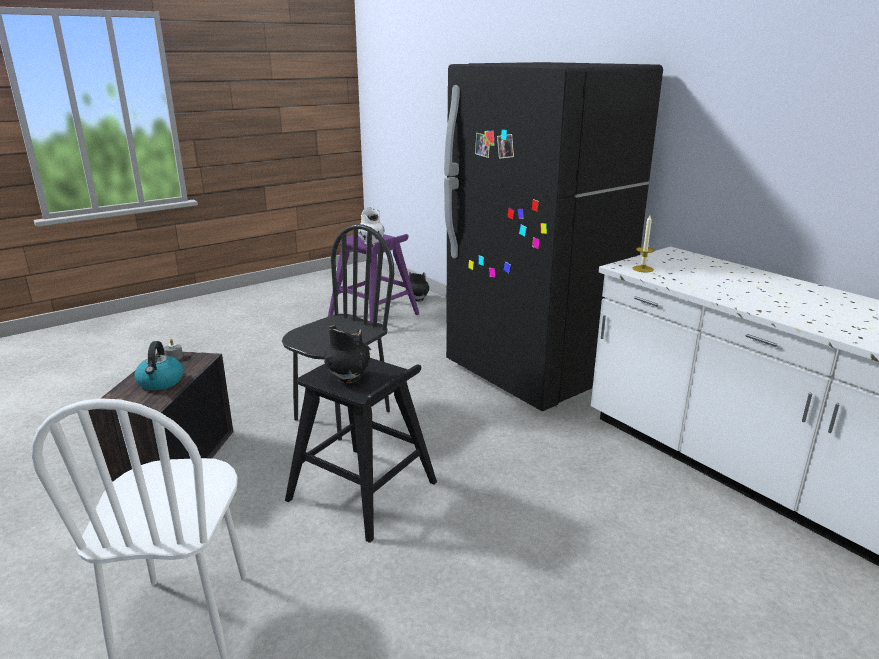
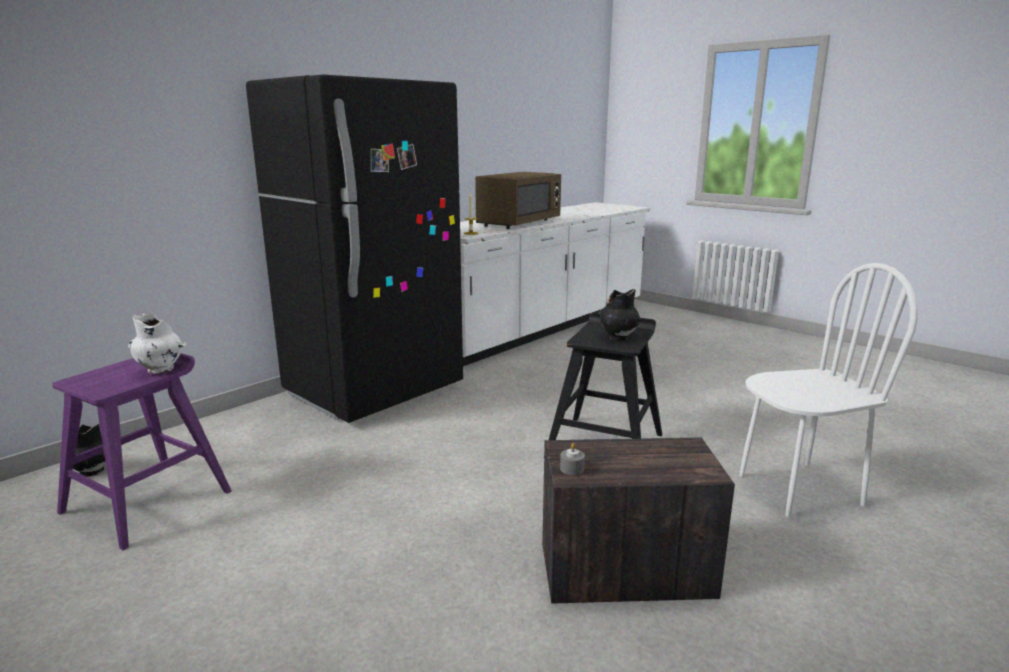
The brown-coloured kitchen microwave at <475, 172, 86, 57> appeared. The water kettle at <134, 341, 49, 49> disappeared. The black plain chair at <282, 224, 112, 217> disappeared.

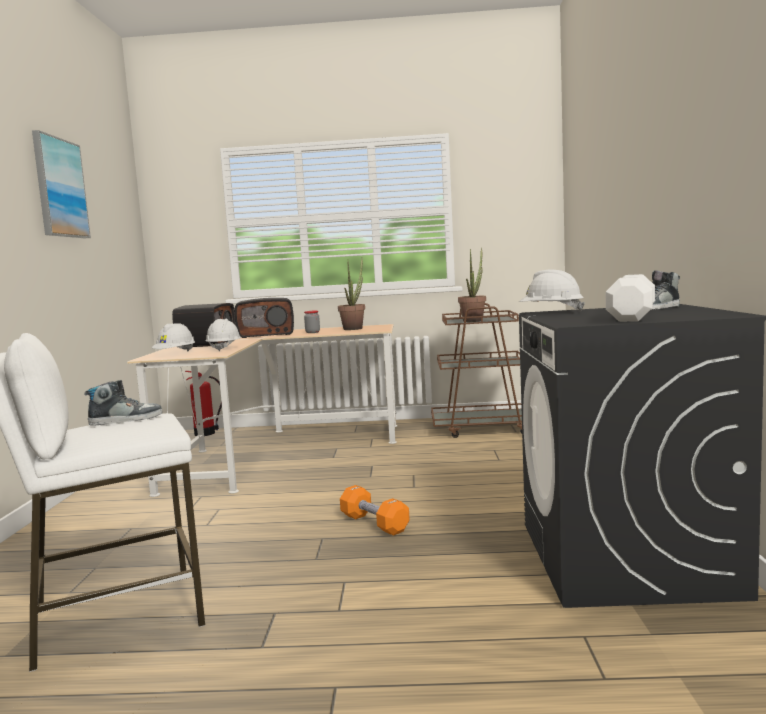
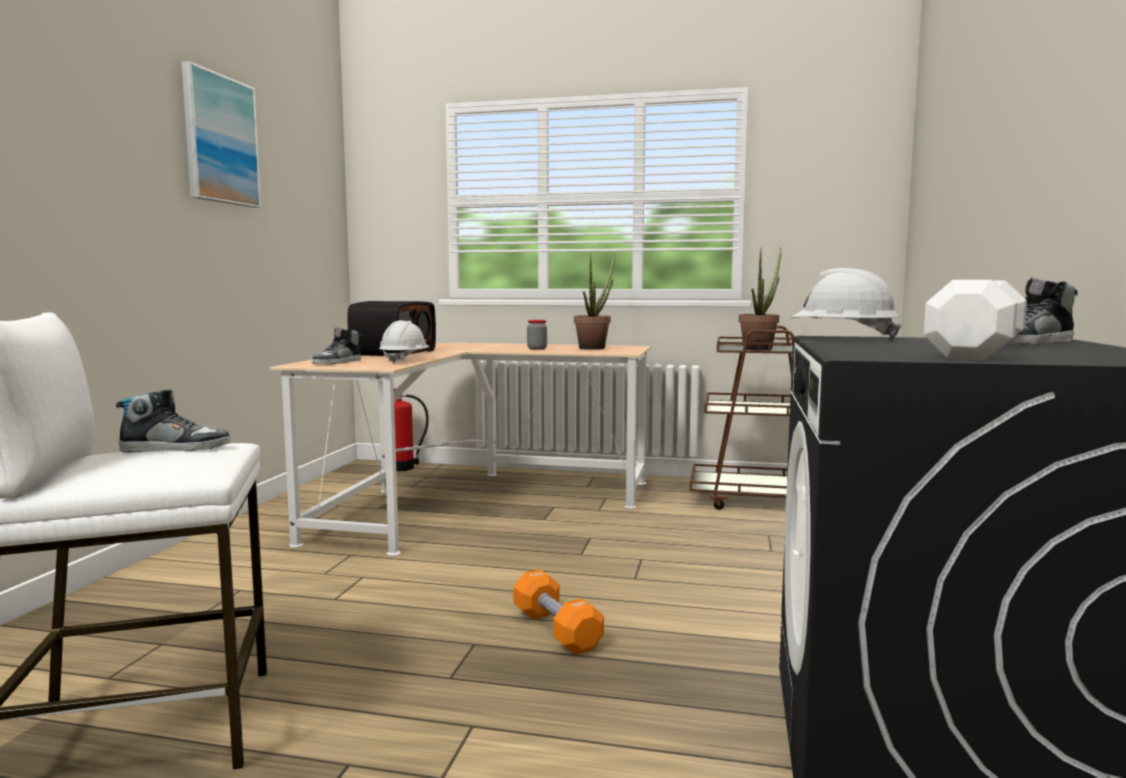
The whitish safety helmet at <152, 323, 43, 28> was replaced by the shoe at <312, 327, 49, 38>. The radio at <235, 298, 59, 40> disappeared.

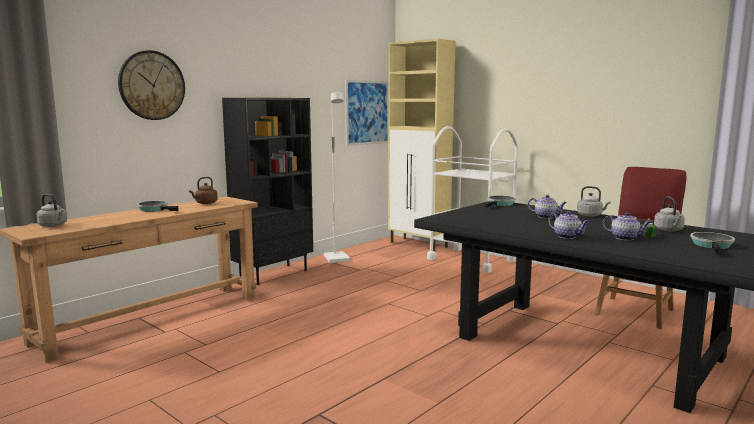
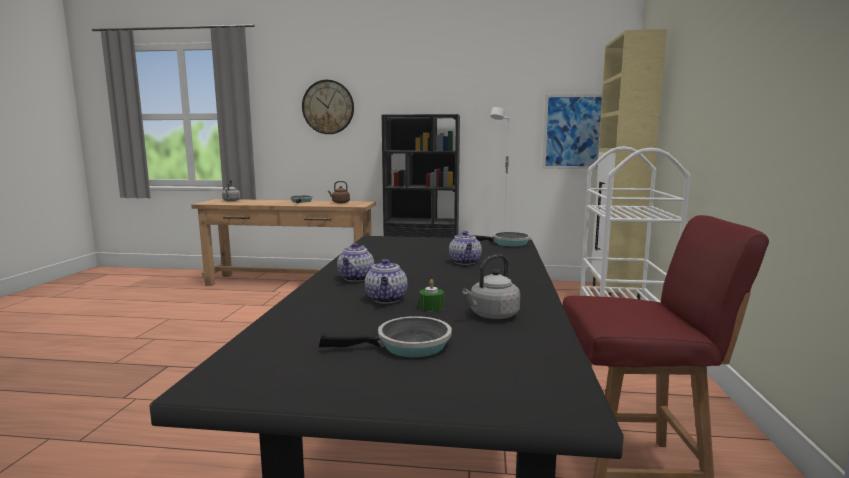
The grey water kettle at <577, 186, 34, 31> disappeared.

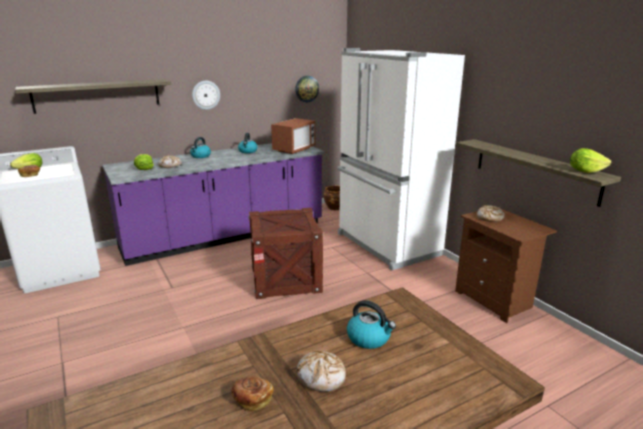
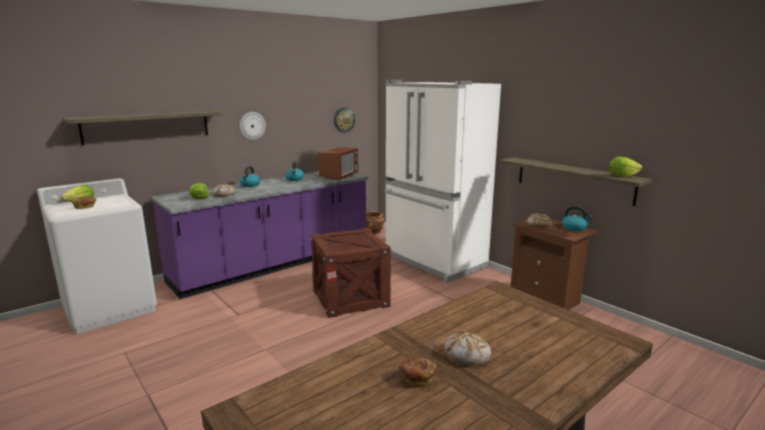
The water kettle moved from <347, 300, 49, 49> to <562, 206, 30, 25>.

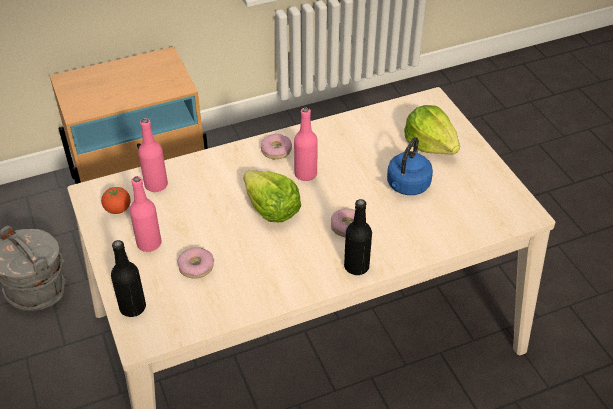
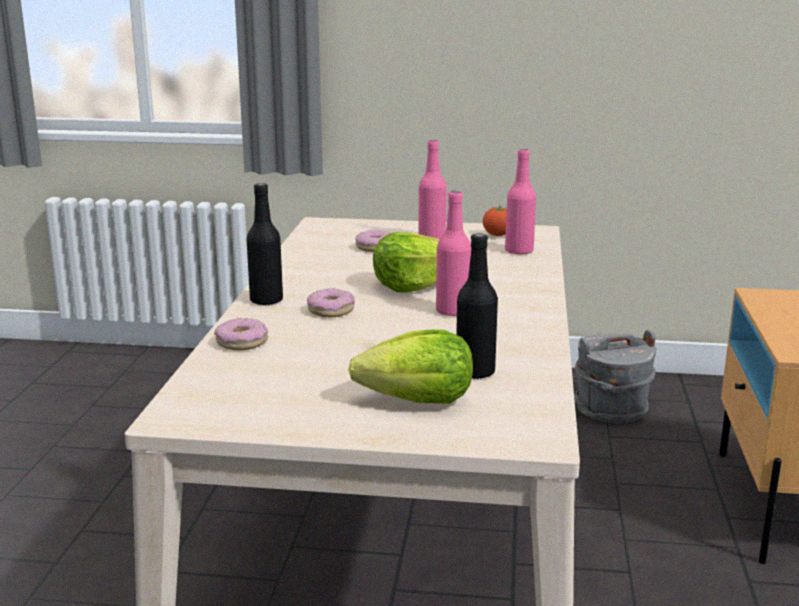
The ring doughnut moved from <261, 134, 31, 25> to <214, 318, 54, 32>. The black beverage bottle moved from <111, 240, 35, 77> to <456, 233, 42, 146>. The blue water kettle at <387, 137, 46, 58> disappeared.

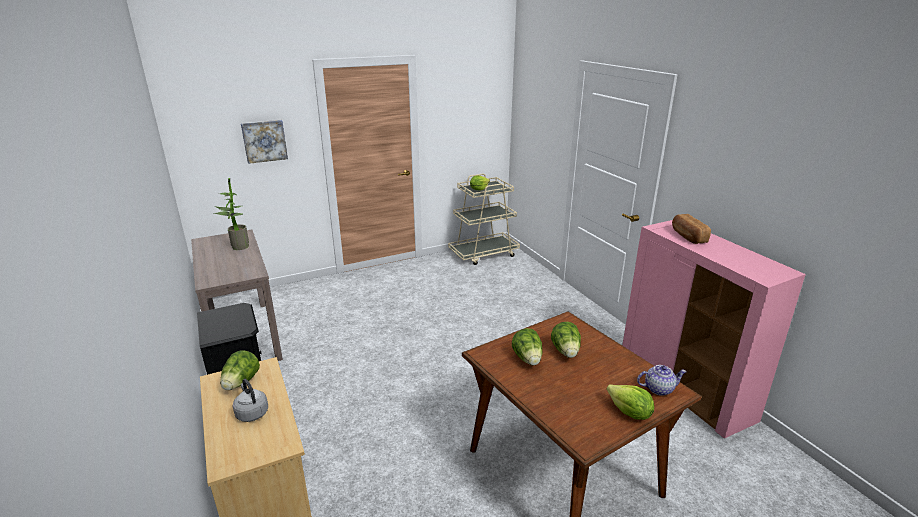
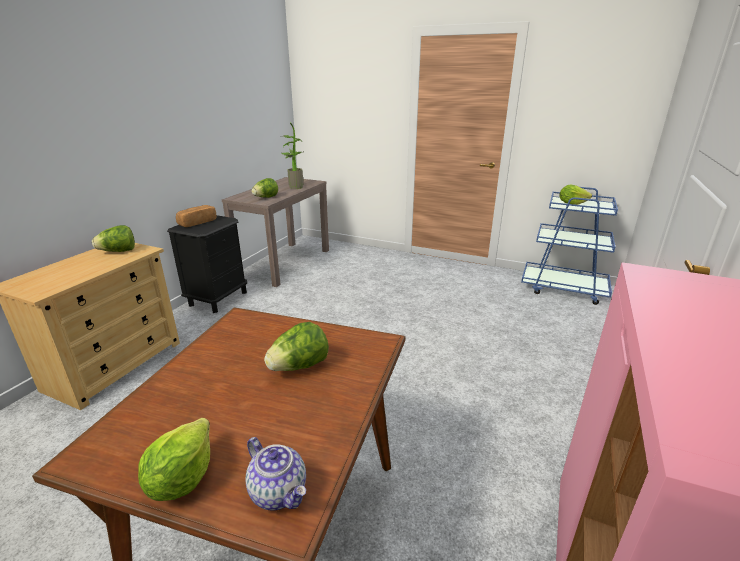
The baked bread moved from <672, 214, 39, 30> to <176, 205, 40, 22>. The head of lettuce moved from <512, 328, 30, 37> to <252, 178, 26, 20>. The beige cart at <448, 174, 72, 91> became the blue cart at <521, 187, 97, 118>. The grey water kettle at <233, 379, 35, 43> disappeared. The picture at <241, 120, 47, 44> disappeared.

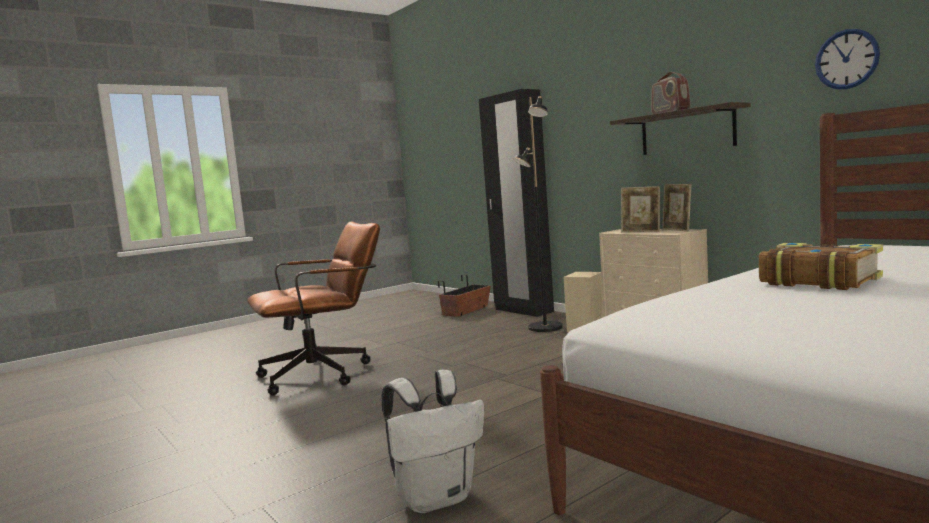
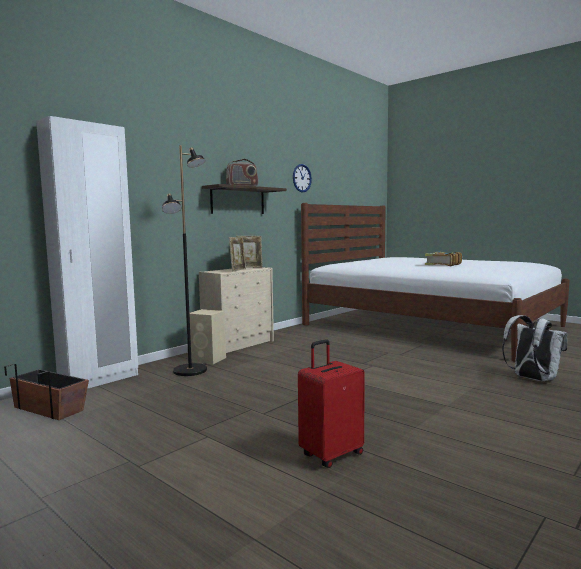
The black clothes cupboard at <479, 89, 75, 228> became the whitish clothes cupboard at <36, 116, 102, 273>. The brown-coloured desk chair at <247, 221, 133, 175> was replaced by the red piece of luggage at <298, 339, 67, 129>.

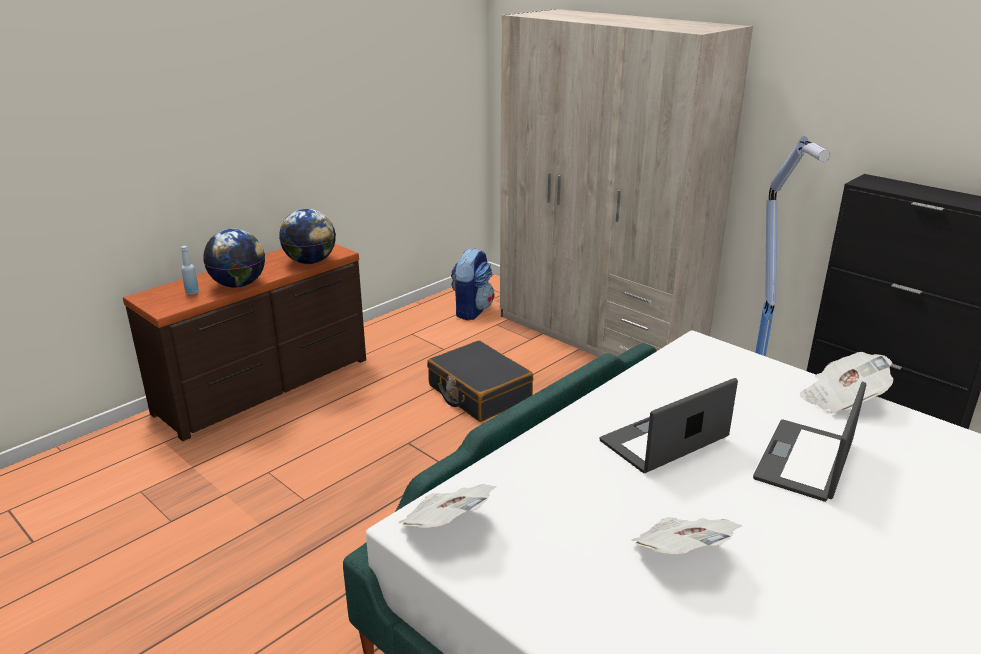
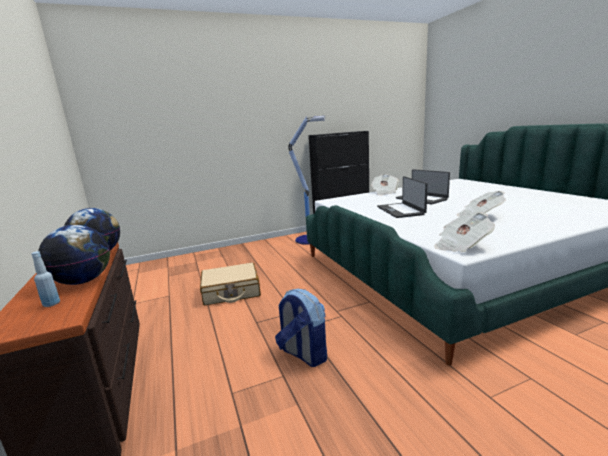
The black piece of luggage at <427, 340, 106, 82> became the beige piece of luggage at <200, 263, 61, 42>. The backpack moved from <451, 248, 43, 72> to <275, 289, 52, 78>. The beige clothes cupboard at <500, 9, 253, 348> disappeared.

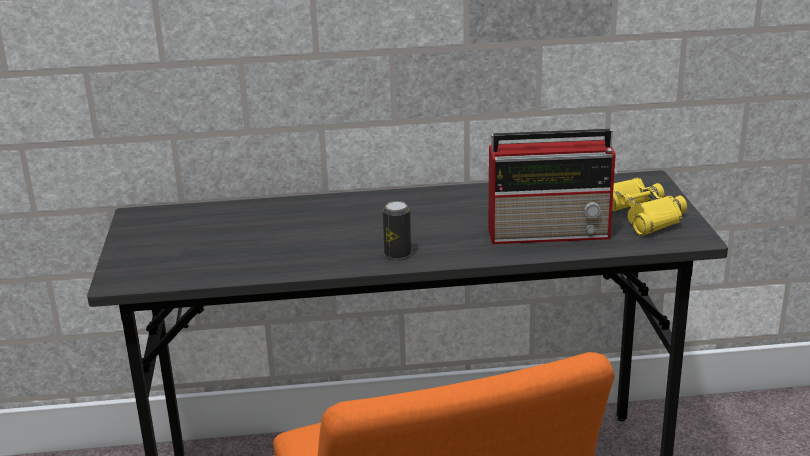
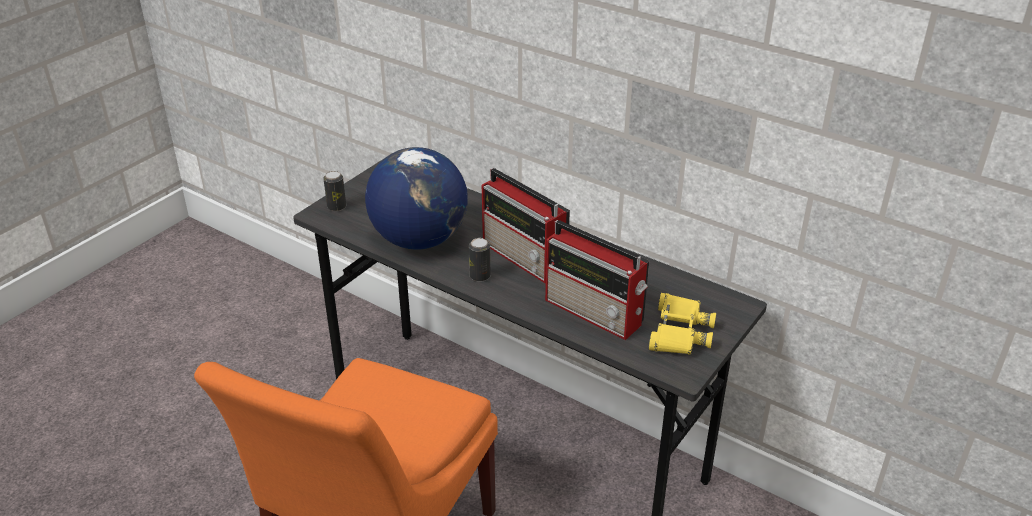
The metal can at <323, 171, 23, 40> appeared. The desk globe at <365, 147, 103, 103> appeared. The radio at <482, 168, 88, 116> appeared.

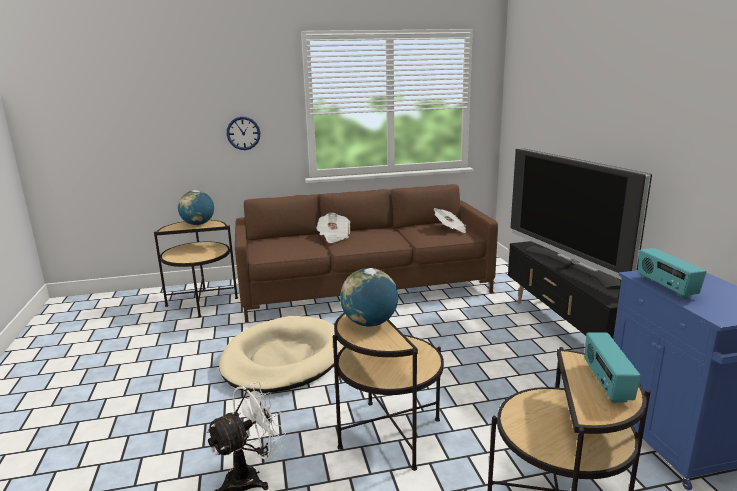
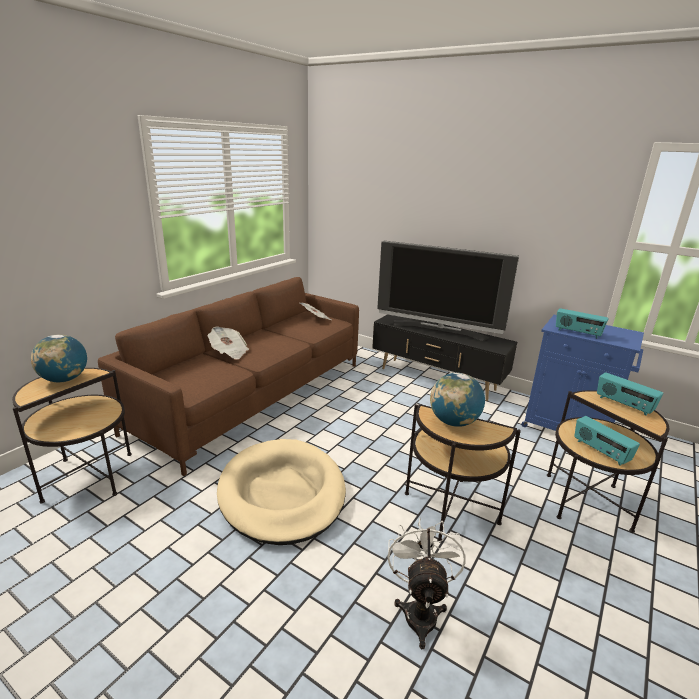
The radio at <574, 416, 66, 50> appeared. The wall clock at <227, 117, 33, 33> disappeared.

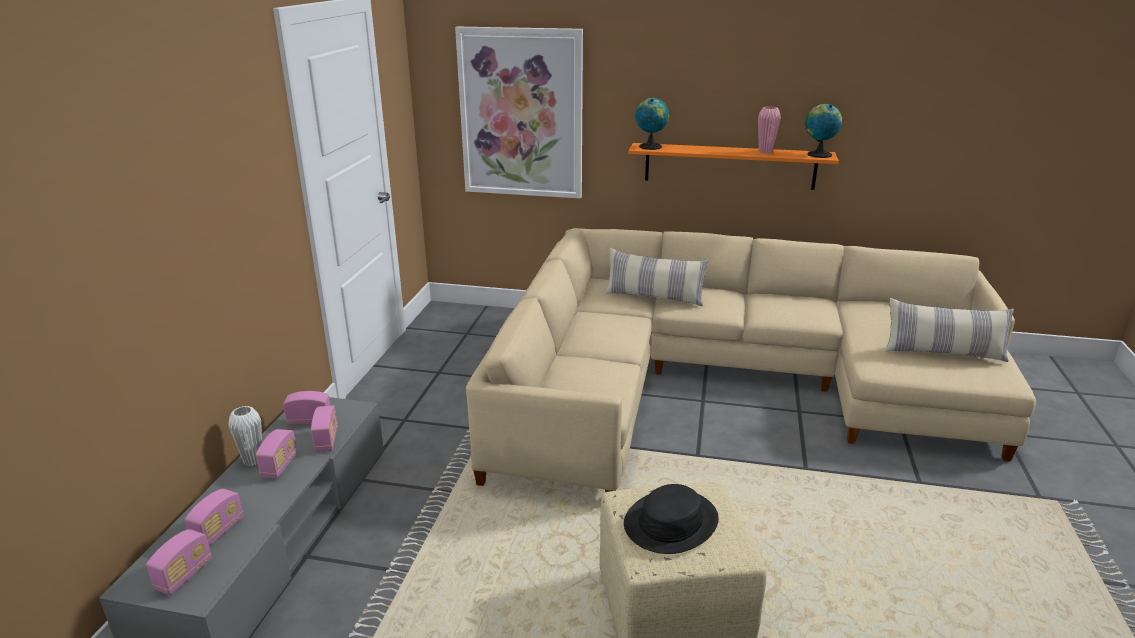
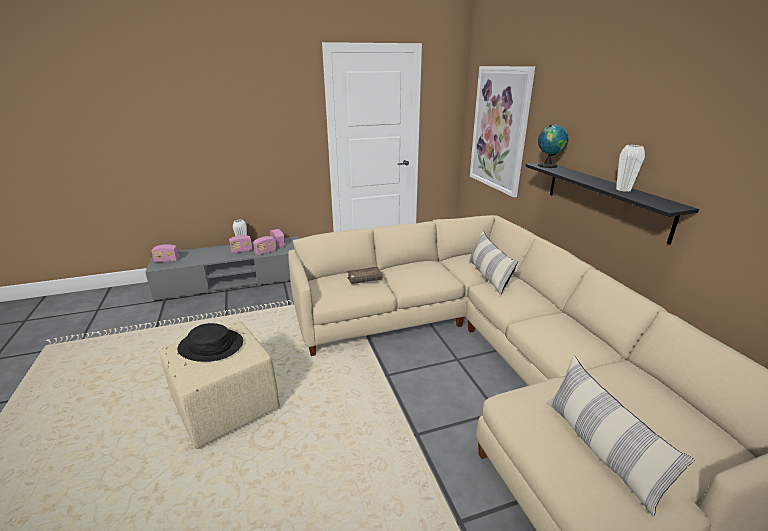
The brown-coloured book at <347, 266, 35, 18> appeared. The orange shelf at <628, 143, 211, 47> became the black shelf at <526, 162, 173, 82>. The pink-coloured vase at <758, 107, 23, 46> became the whitish vase at <616, 145, 29, 47>. The radio at <185, 489, 58, 57> disappeared. The desk globe at <805, 104, 37, 54> disappeared.

